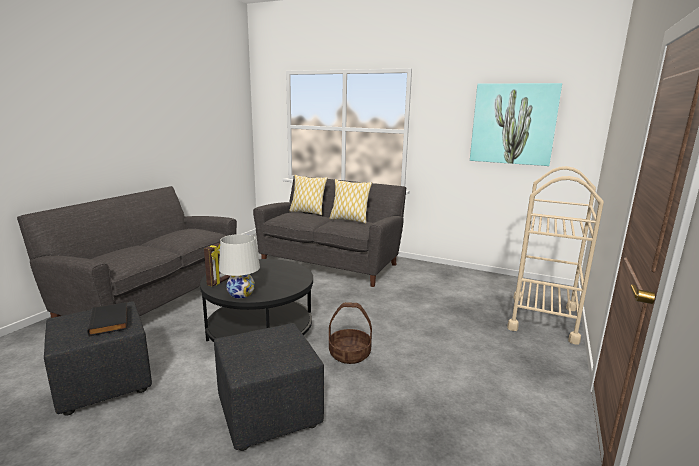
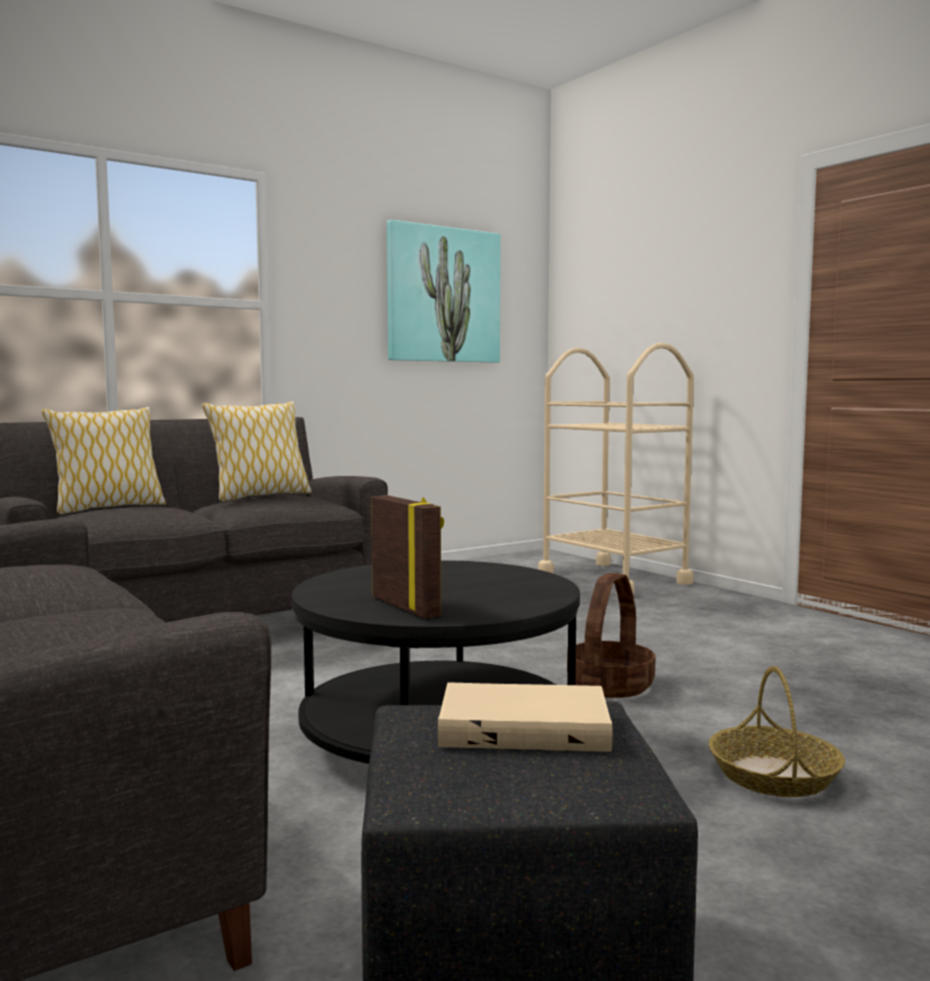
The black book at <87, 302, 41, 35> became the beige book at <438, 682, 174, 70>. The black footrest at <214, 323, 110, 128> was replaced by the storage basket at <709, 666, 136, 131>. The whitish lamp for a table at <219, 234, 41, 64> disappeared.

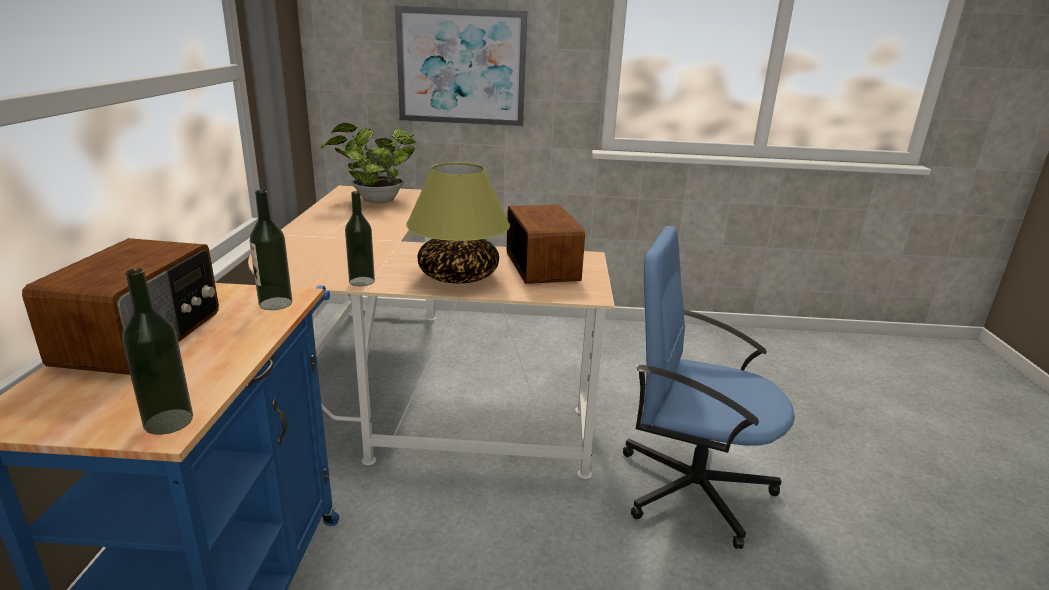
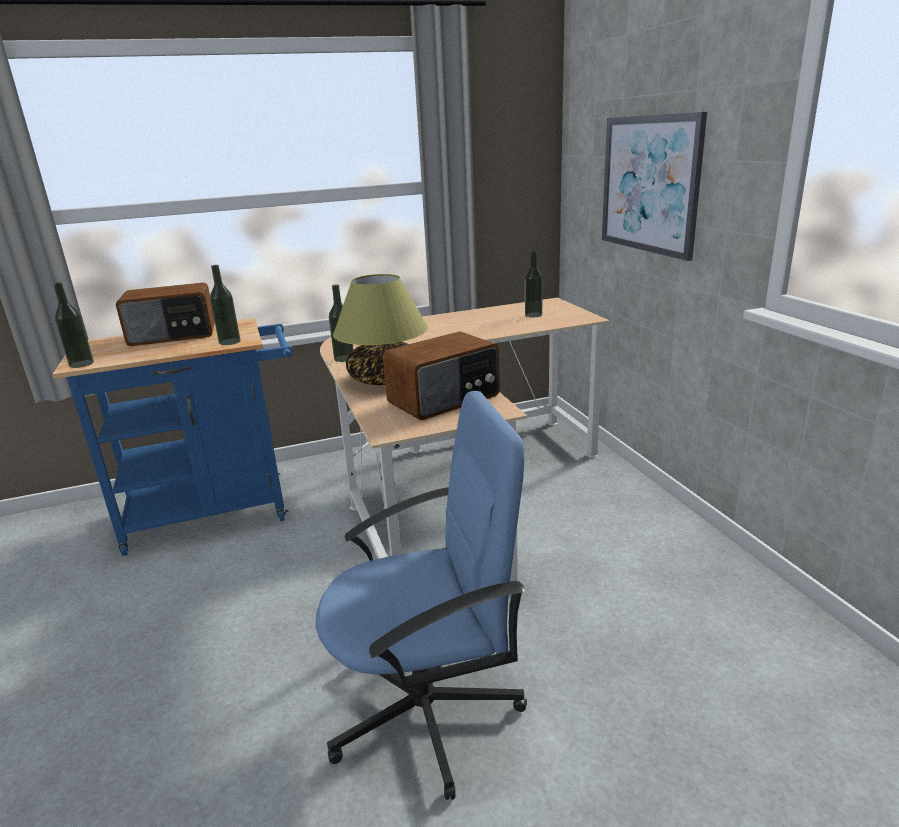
The blue desk chair at <623, 226, 172, 323> turned 75 degrees clockwise. The plant in a pot at <321, 123, 95, 80> was replaced by the beverage bottle at <525, 251, 18, 66>.

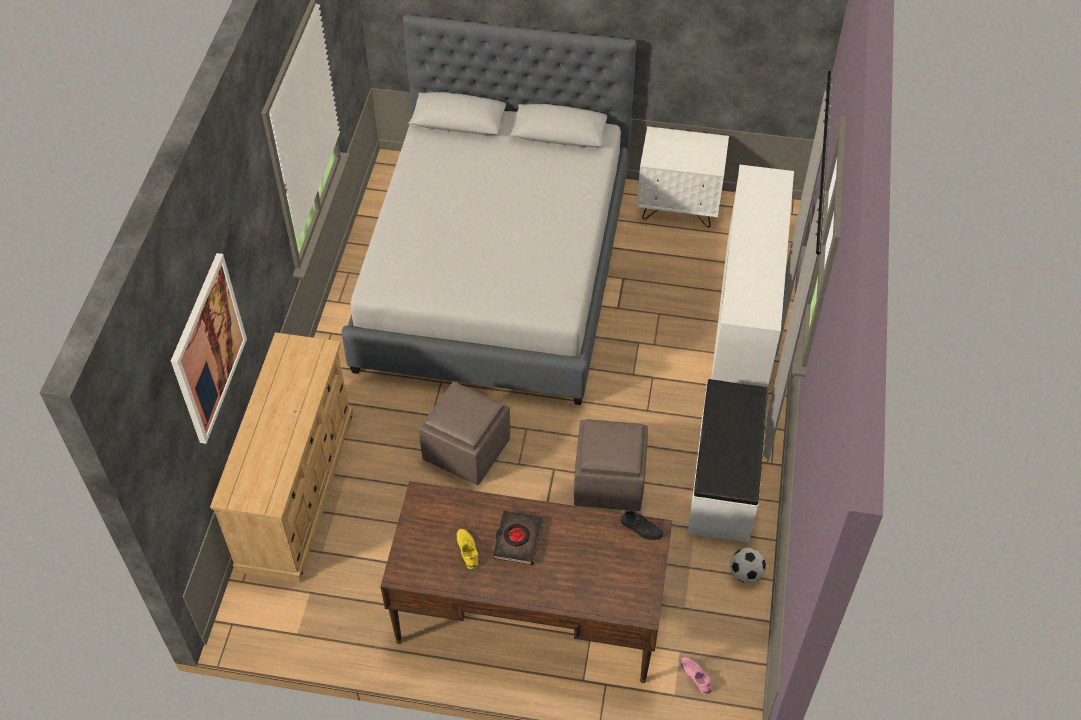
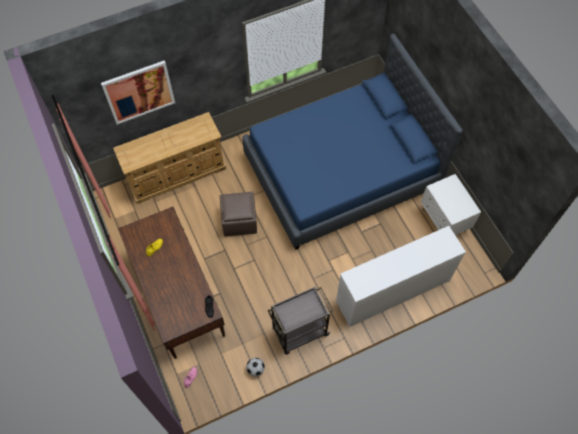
The grey bed at <341, 14, 296, 391> became the blue bed at <243, 34, 220, 215>. The whitish bench at <688, 379, 80, 164> was replaced by the grey cart at <268, 286, 65, 69>. The black book at <493, 511, 50, 54> disappeared. The brown-coloured footrest at <574, 419, 74, 92> disappeared.

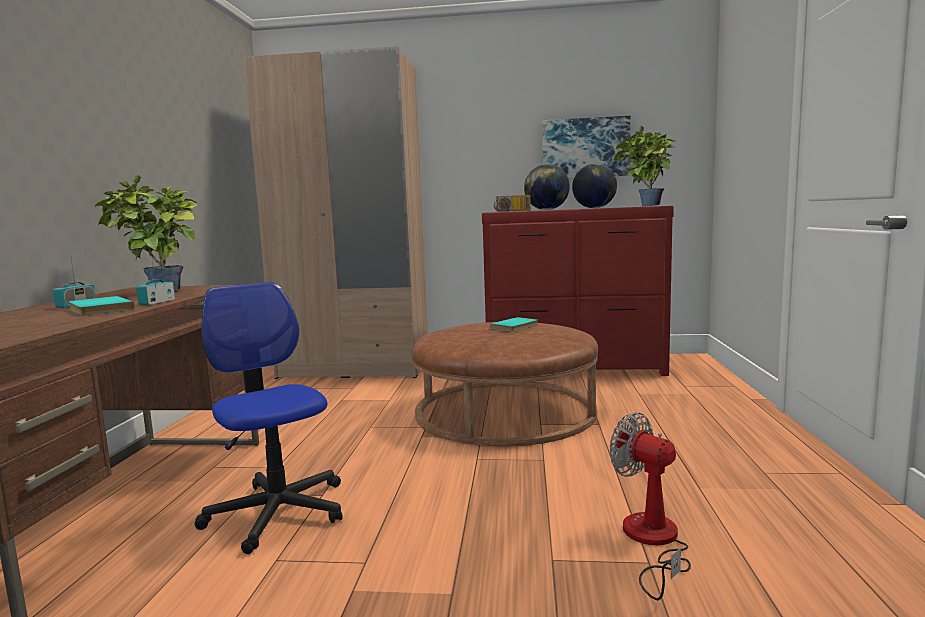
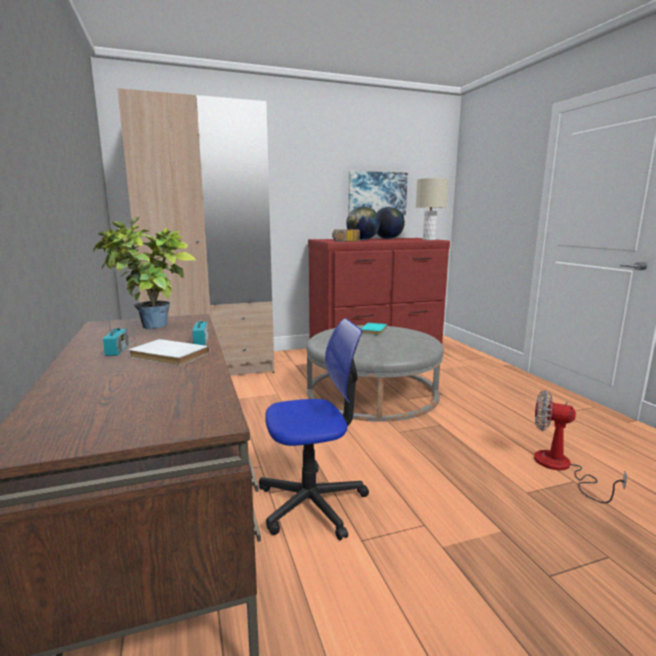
The blue-green book at <68, 296, 67, 20> became the whitish book at <129, 339, 80, 27>. The desk chair at <195, 282, 147, 272> turned 135 degrees clockwise. The brown-coloured footrest at <412, 322, 186, 124> became the grey footrest at <306, 325, 138, 96>. The plant in a pot at <614, 126, 62, 80> was replaced by the beige lamp for a table at <416, 178, 32, 62>.

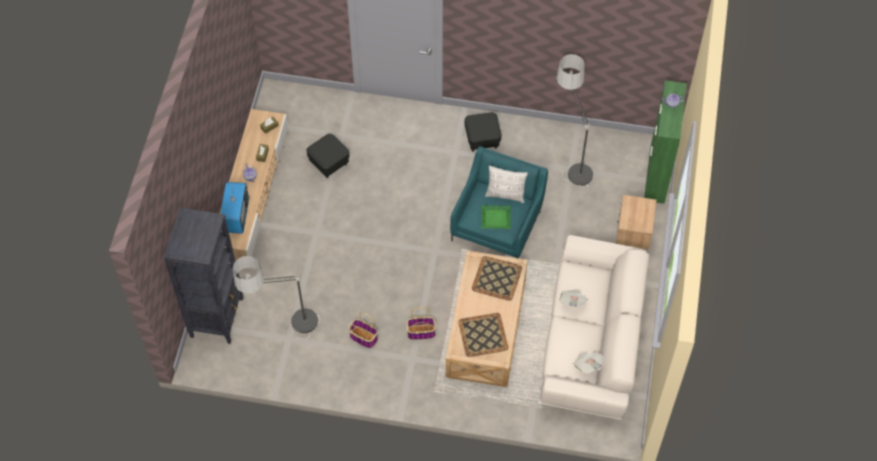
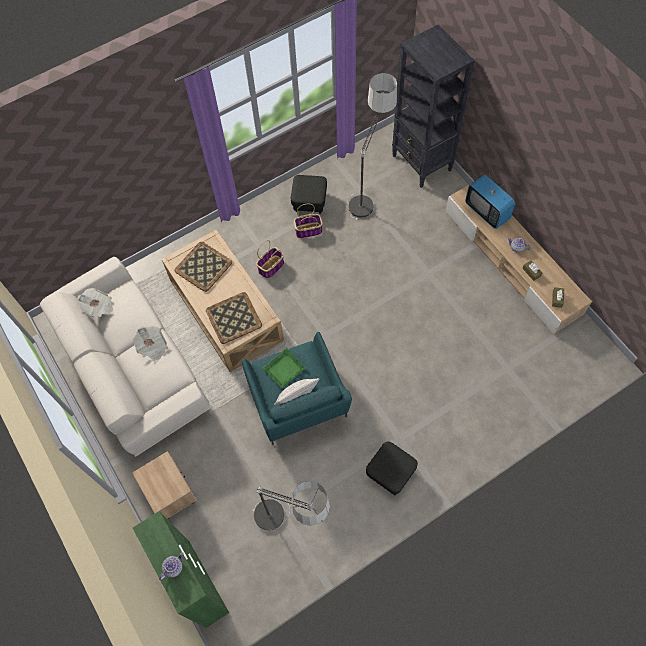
The black footrest moved from <307, 134, 42, 44> to <291, 175, 36, 39>.

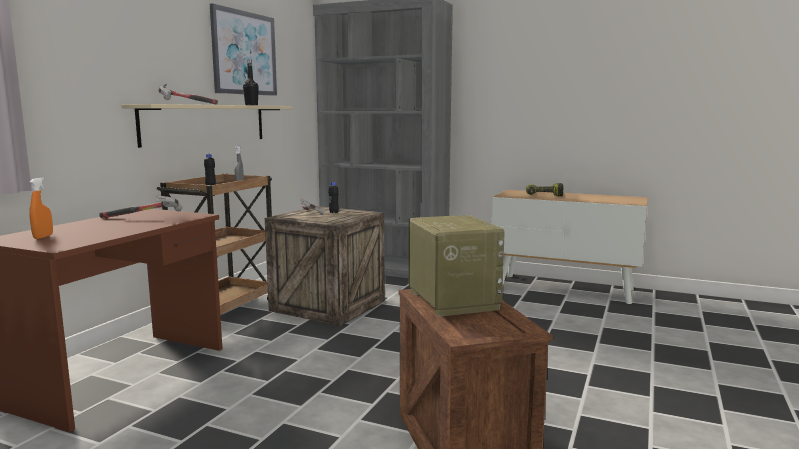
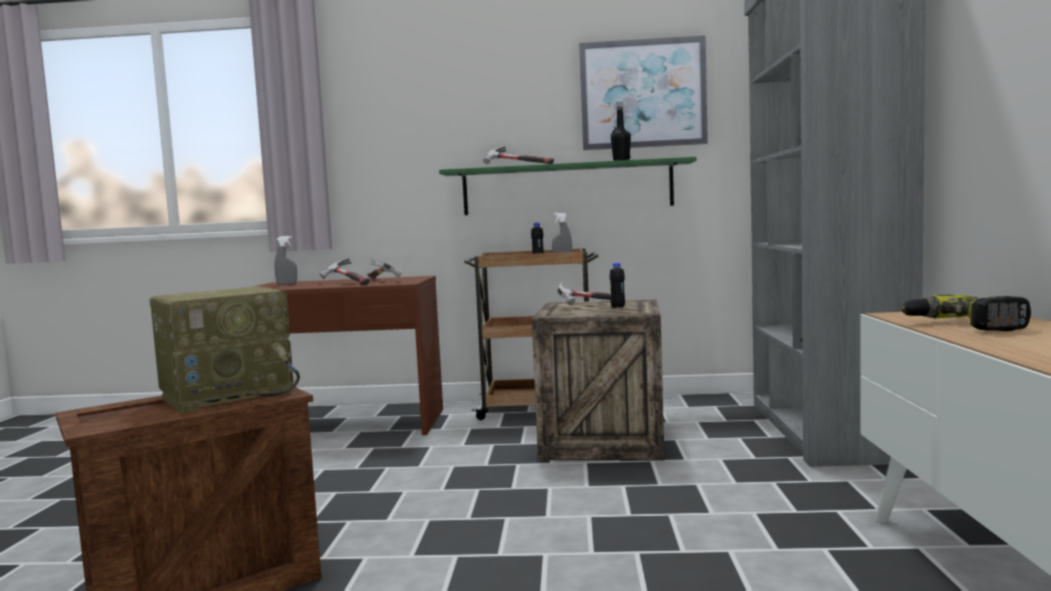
The orange spray bottle at <29, 177, 24, 62> became the grey spray bottle at <274, 236, 23, 49>. The hammer at <320, 258, 50, 27> appeared. The beige shelf at <121, 104, 171, 44> became the greenish shelf at <439, 157, 258, 58>.

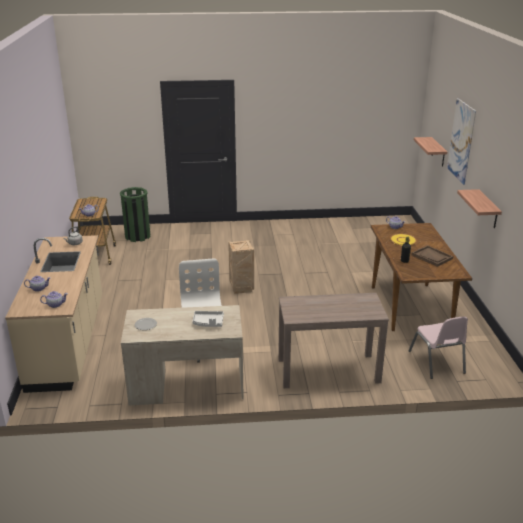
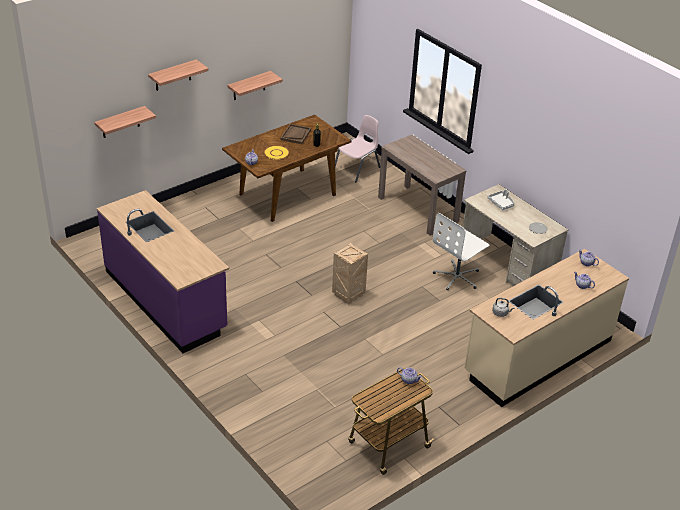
The purple kitchen counter at <97, 190, 132, 163> appeared. The picture at <447, 98, 29, 87> was replaced by the shelf at <148, 59, 60, 32>. The greenish rubbish bin at <120, 187, 30, 55> disappeared.

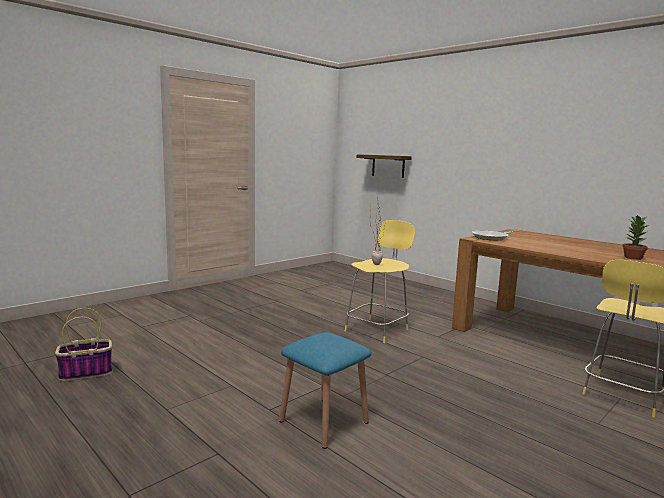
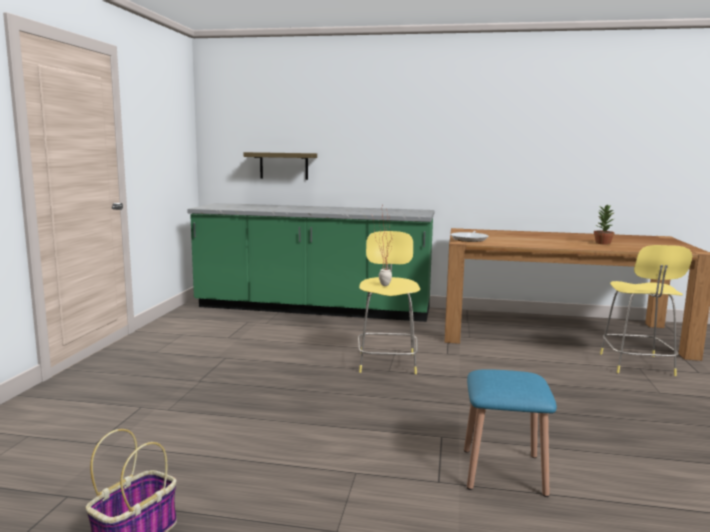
The greenish kitchen counter at <187, 203, 247, 119> appeared.

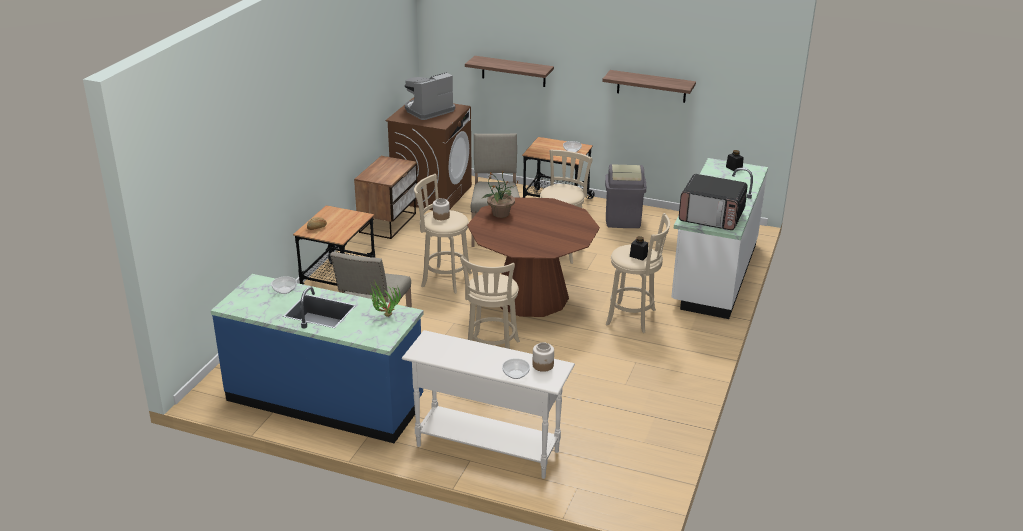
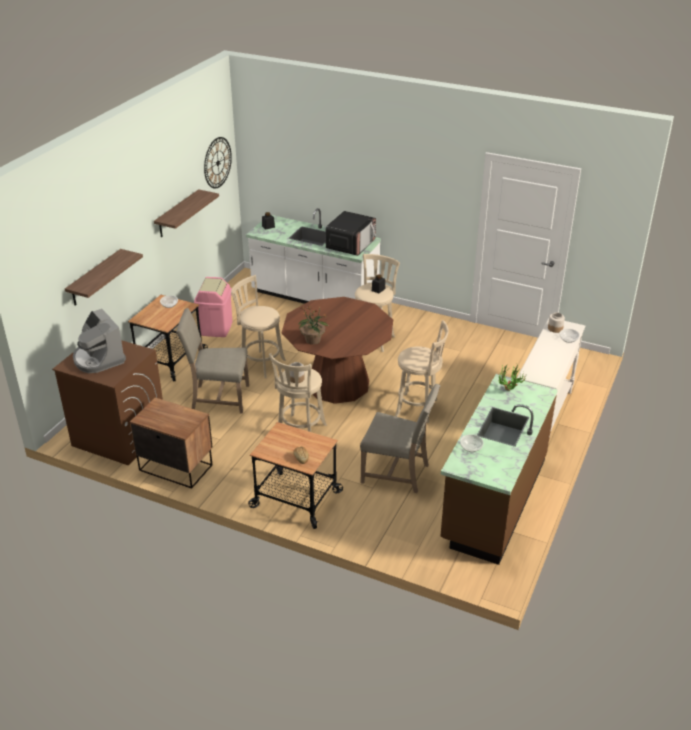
The grey rubbish bin at <605, 164, 41, 64> became the pink-coloured rubbish bin at <194, 277, 38, 60>. The wall clock at <204, 137, 28, 51> appeared. The blue kitchen counter at <211, 274, 213, 169> became the brown-coloured kitchen counter at <440, 374, 118, 191>.

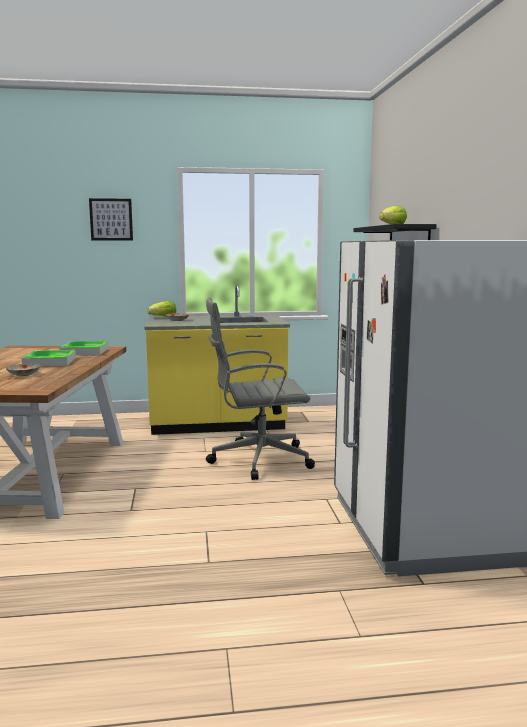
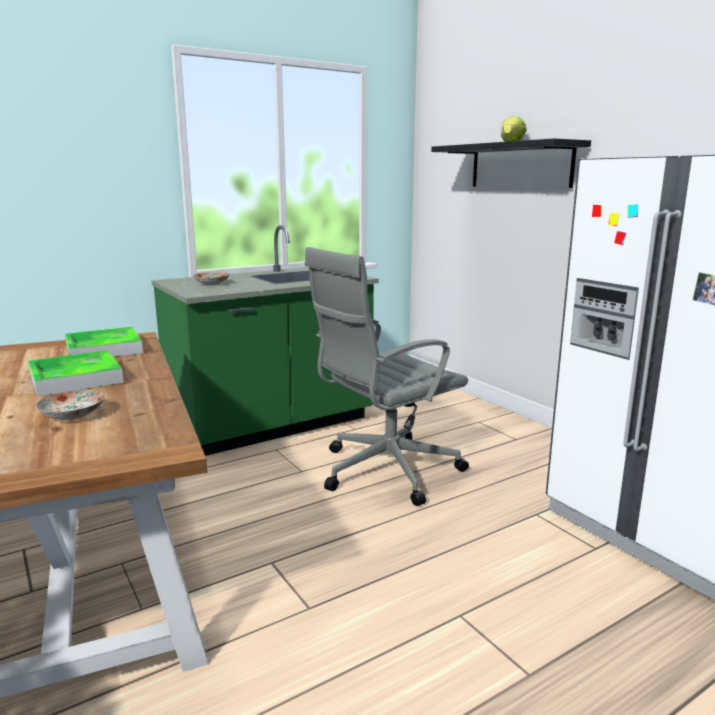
The yellow kitchen counter at <145, 284, 145, 151> became the greenish kitchen counter at <151, 225, 228, 231>. The picture at <89, 198, 44, 43> disappeared. The head of lettuce at <147, 300, 29, 17> disappeared.

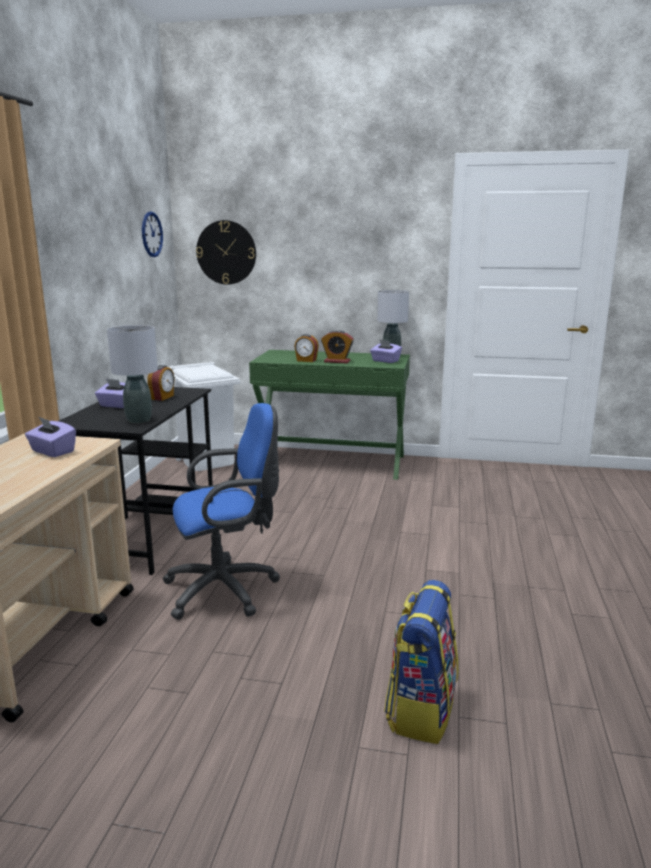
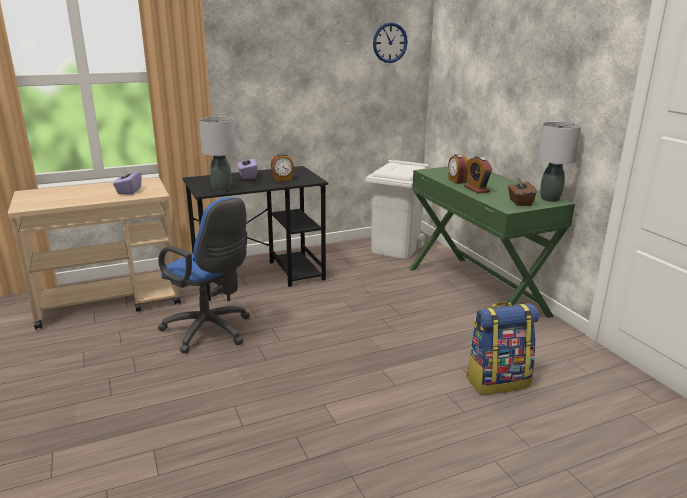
The backpack moved from <384, 580, 74, 164> to <466, 302, 73, 93>. The purple box of tissues at <370, 340, 32, 23> became the brown-coloured box of tissues at <508, 178, 28, 28>. The wall clock at <196, 220, 60, 65> disappeared.

